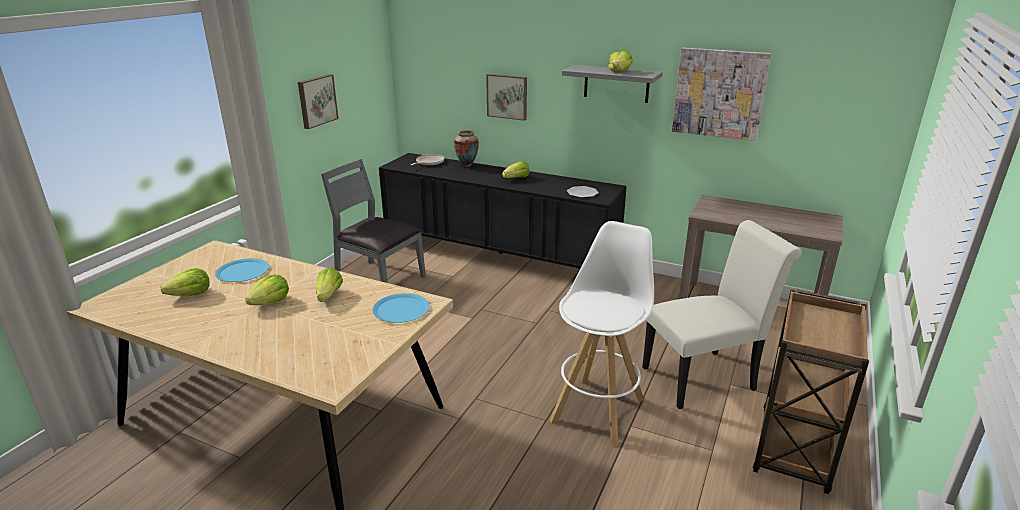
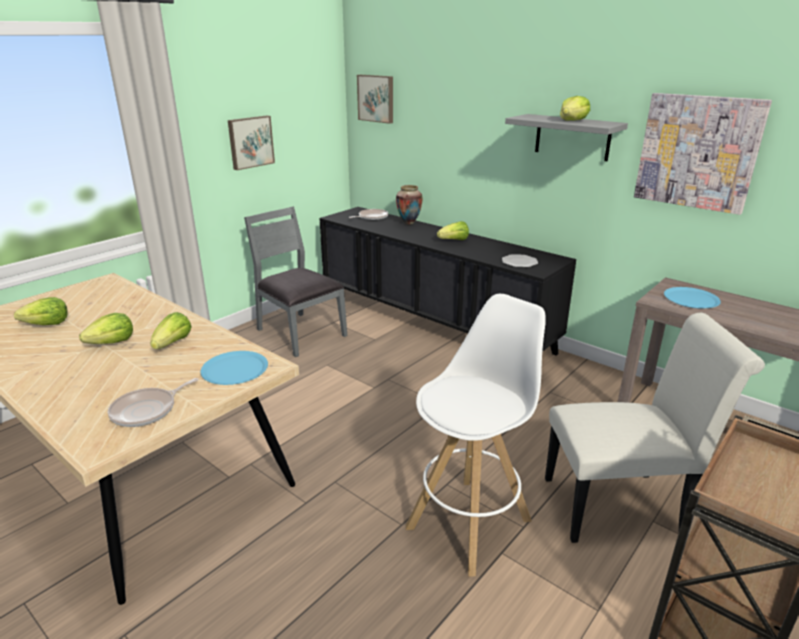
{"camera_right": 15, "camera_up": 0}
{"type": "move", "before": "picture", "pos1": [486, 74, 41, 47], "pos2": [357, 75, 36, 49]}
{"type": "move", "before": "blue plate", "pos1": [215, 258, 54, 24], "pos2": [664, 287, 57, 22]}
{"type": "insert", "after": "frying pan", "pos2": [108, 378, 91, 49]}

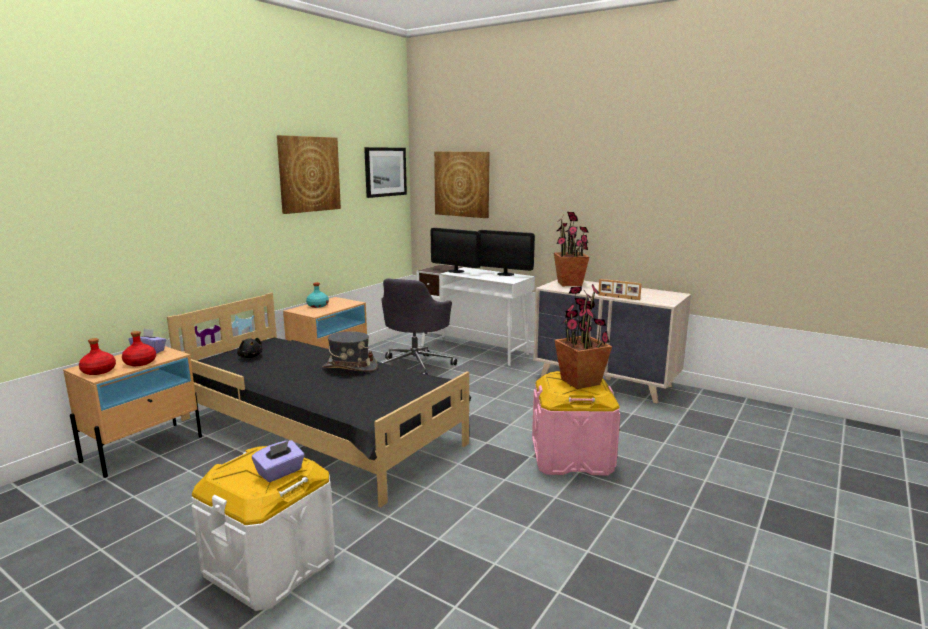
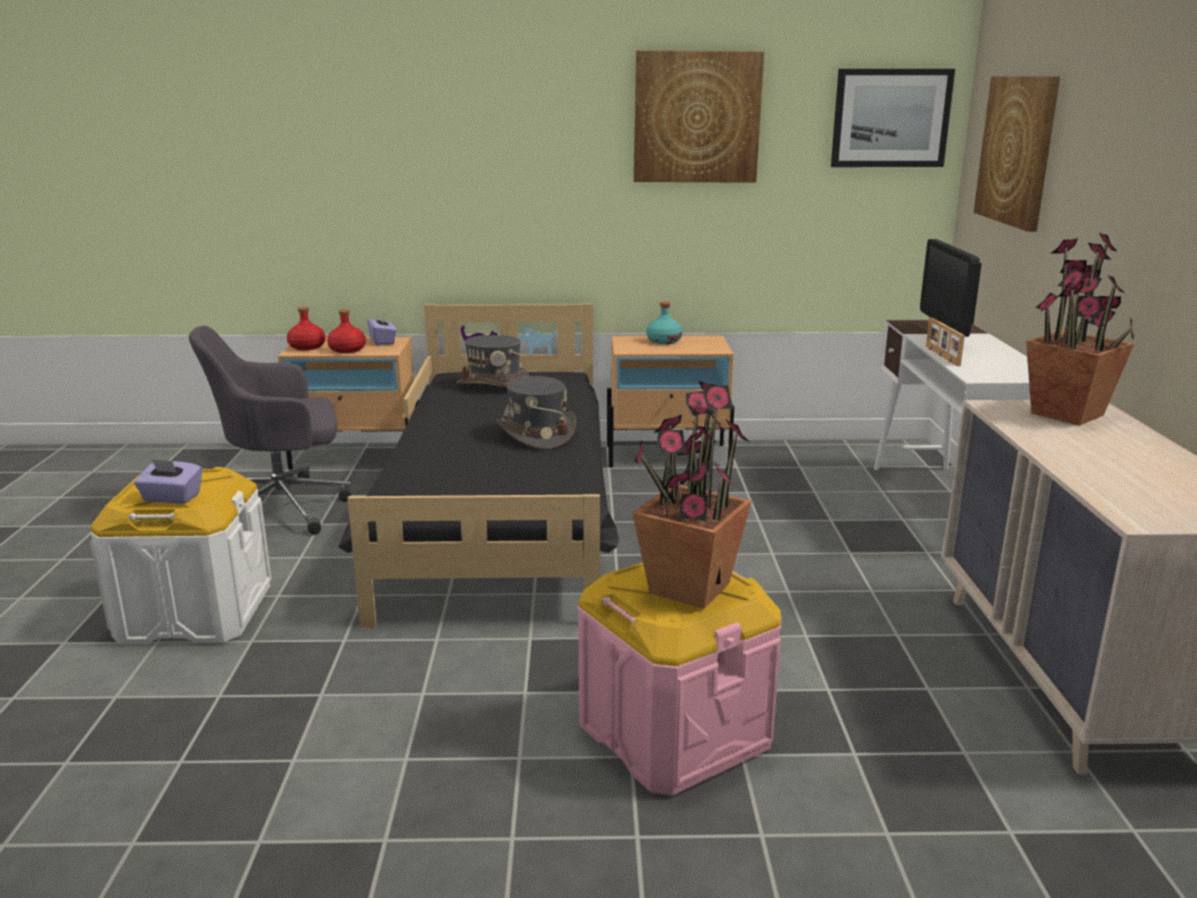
{"camera_right": 55, "camera_up": 5}
{"type": "delete", "before": "monitor", "pos1": [479, 230, 56, 46]}
{"type": "move", "before": "grey computer chair", "pos1": [381, 278, 76, 96], "pos2": [189, 326, 162, 209]}
{"type": "move", "before": "picture frame", "pos1": [598, 279, 44, 21], "pos2": [926, 317, 39, 49]}
{"type": "replace", "before": "black-coloured plush toy", "after": "grey hat", "pos1": [237, 338, 26, 20], "pos2": [457, 335, 73, 52]}

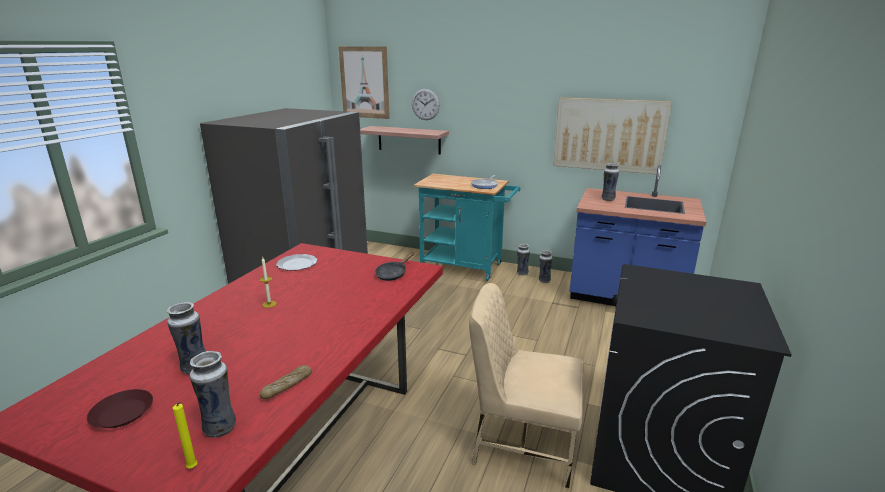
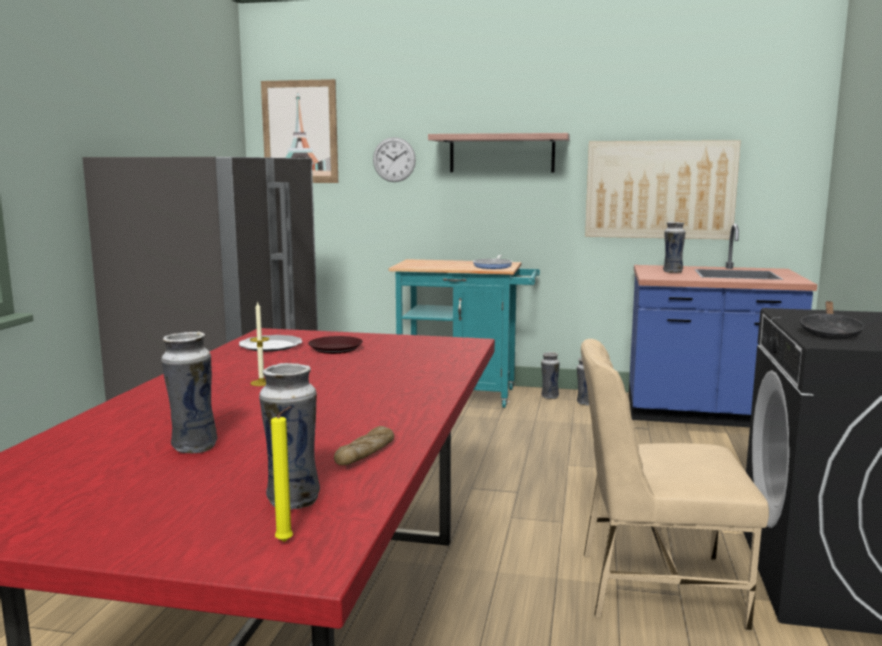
{"camera_right": -10, "camera_up": -10}
{"type": "move", "before": "bracket shelf", "pos1": [360, 126, 89, 29], "pos2": [428, 133, 142, 40]}
{"type": "move", "before": "black-coloured frying pan", "pos1": [375, 252, 39, 29], "pos2": [800, 301, 65, 38]}
{"type": "move", "before": "brownish plate", "pos1": [87, 389, 66, 39], "pos2": [308, 336, 55, 18]}

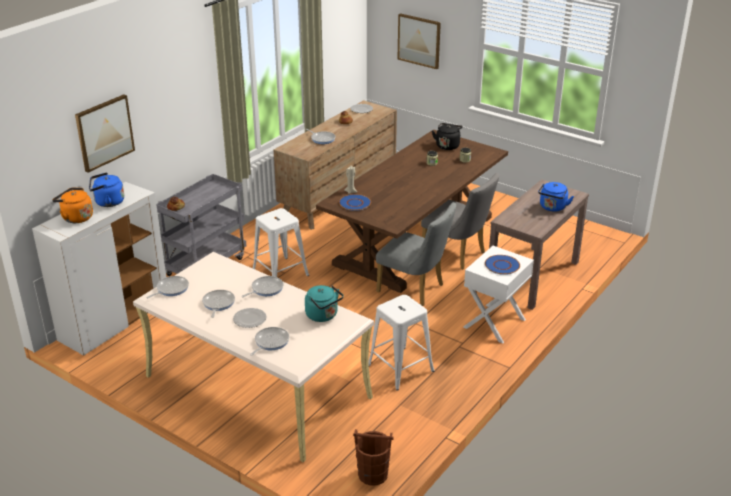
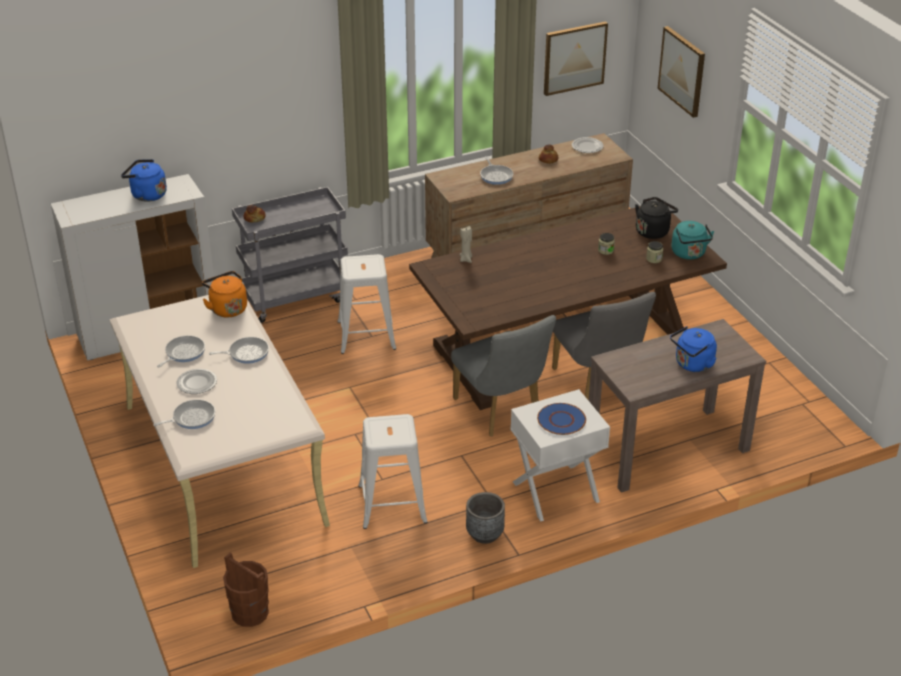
{"camera_right": 30, "camera_up": 5}
{"type": "move", "before": "picture", "pos1": [75, 94, 60, 79], "pos2": [544, 21, 64, 75]}
{"type": "move", "before": "orange tea kettle", "pos1": [52, 188, 41, 35], "pos2": [202, 271, 45, 47]}
{"type": "delete", "before": "blue plate", "pos1": [339, 194, 32, 17]}
{"type": "delete", "before": "frying pan", "pos1": [146, 276, 43, 23]}
{"type": "move", "before": "turquoise tea kettle", "pos1": [305, 285, 39, 37], "pos2": [671, 221, 43, 39]}
{"type": "insert", "after": "grey planter", "pos2": [466, 492, 39, 52]}

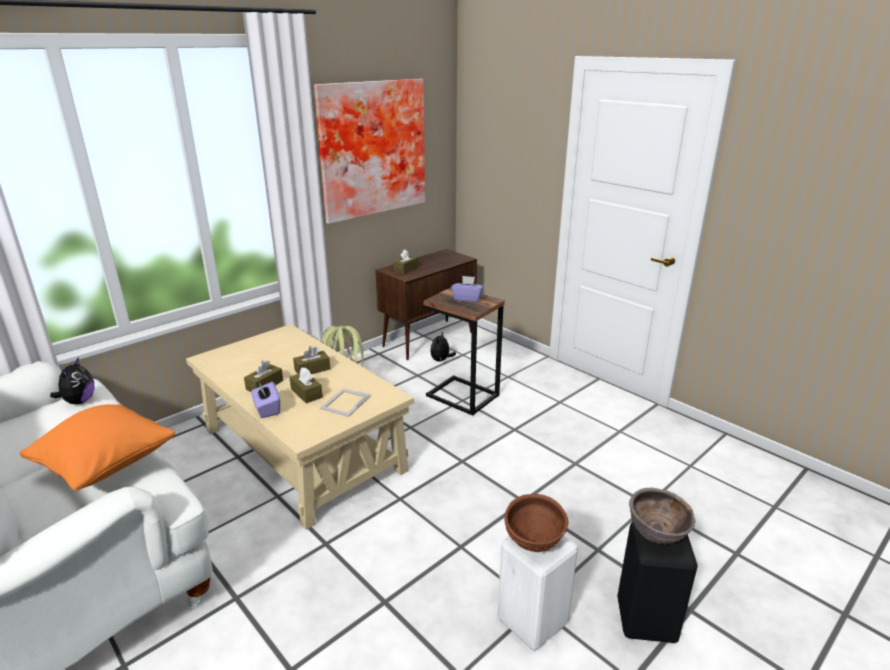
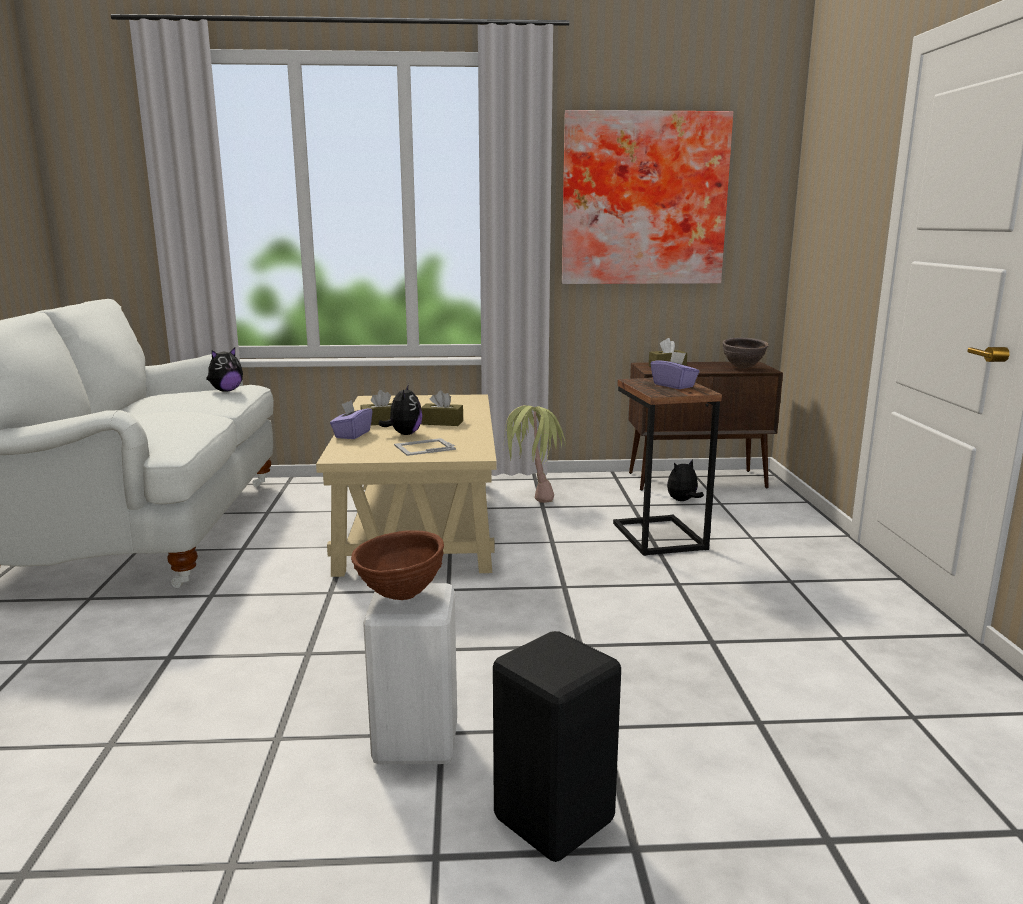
{"camera_right": 40, "camera_up": -10}
{"type": "replace", "before": "brownish box of tissues", "after": "plush toy", "pos1": [289, 368, 34, 35], "pos2": [378, 384, 44, 51]}
{"type": "delete", "before": "orange pillow", "pos1": [20, 404, 155, 87]}
{"type": "move", "before": "brownish bowl", "pos1": [629, 488, 66, 56], "pos2": [722, 338, 47, 31]}

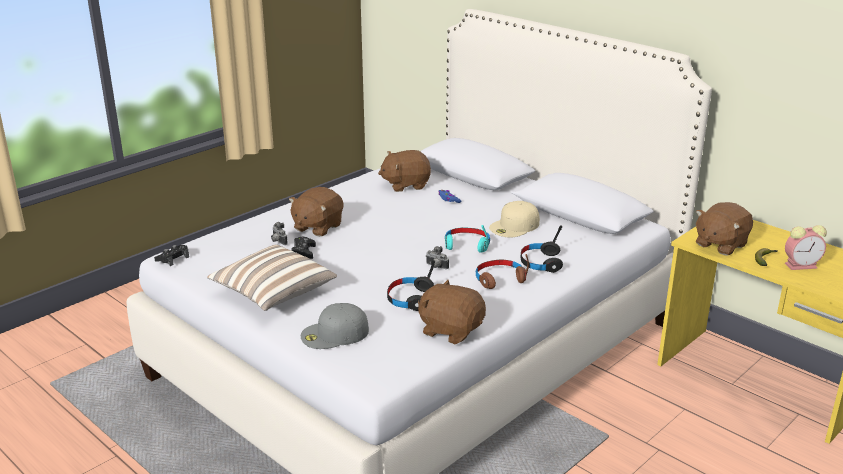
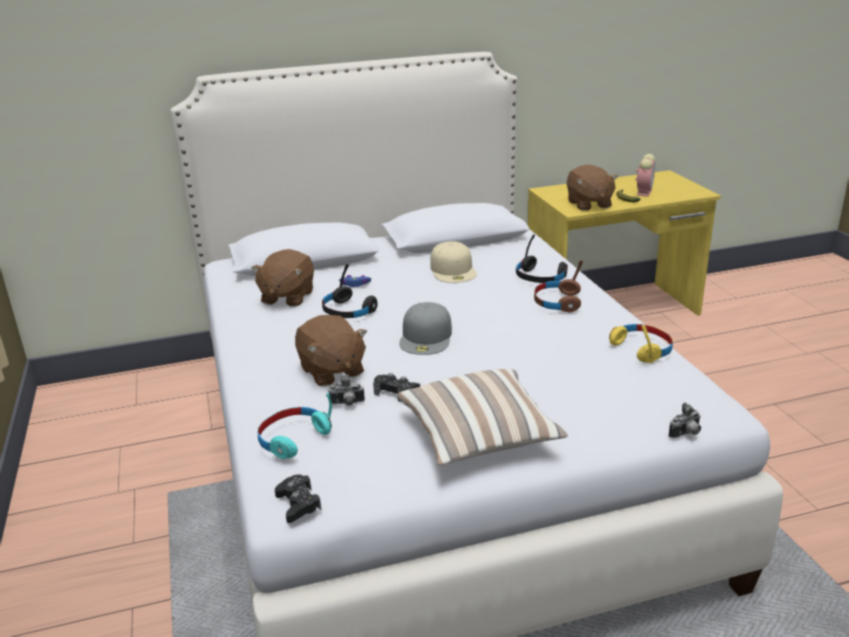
{"camera_right": -60, "camera_up": 0}
{"type": "move", "before": "turquoise headset", "pos1": [445, 225, 45, 28], "pos2": [258, 393, 74, 66]}
{"type": "move", "before": "still camera", "pos1": [426, 246, 23, 23], "pos2": [668, 402, 33, 36]}
{"type": "move", "before": "black-coloured headset", "pos1": [387, 260, 48, 51], "pos2": [322, 264, 56, 54]}
{"type": "replace", "before": "brownish plush toy", "after": "yellow-coloured headset", "pos1": [418, 280, 68, 64], "pos2": [609, 324, 64, 39]}
{"type": "move", "before": "grey baseball cap", "pos1": [301, 303, 68, 46], "pos2": [399, 302, 53, 53]}

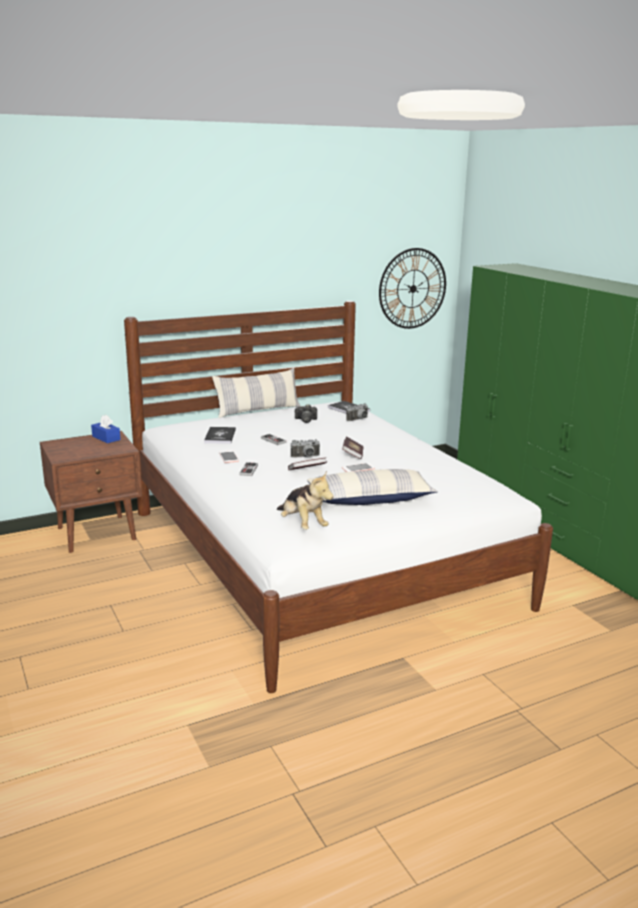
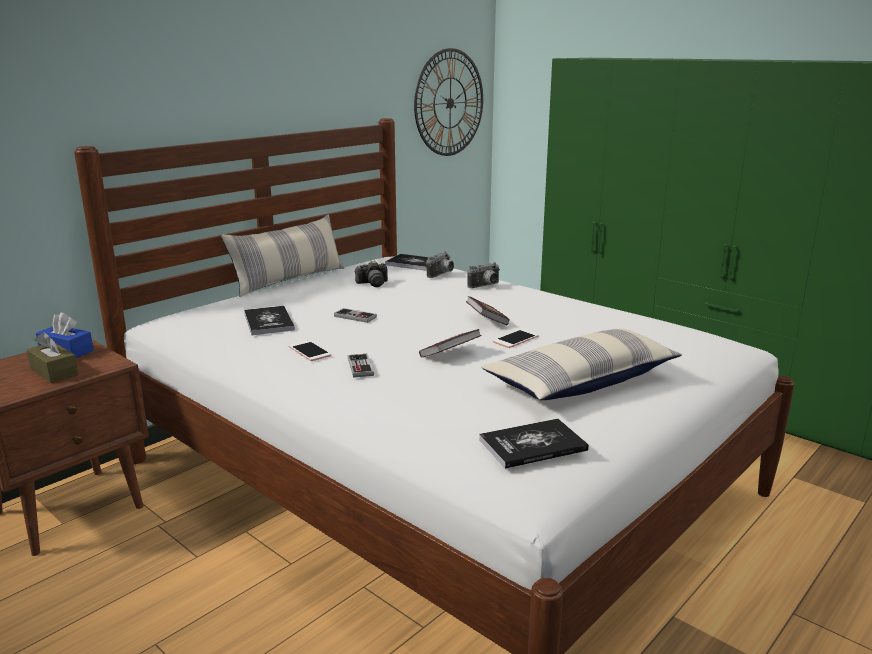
{"camera_right": -20, "camera_up": 0}
{"type": "move", "before": "still camera", "pos1": [291, 439, 29, 19], "pos2": [467, 262, 32, 26]}
{"type": "replace", "before": "plush toy", "after": "bound book", "pos1": [277, 471, 56, 59], "pos2": [479, 419, 110, 50]}
{"type": "insert", "after": "brownish box of tissues", "pos2": [26, 332, 53, 51]}

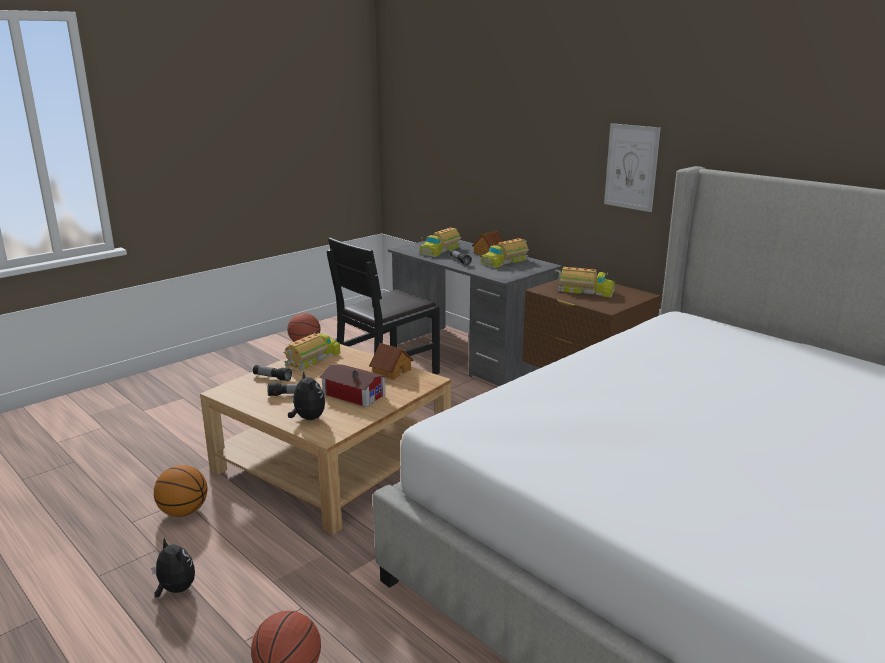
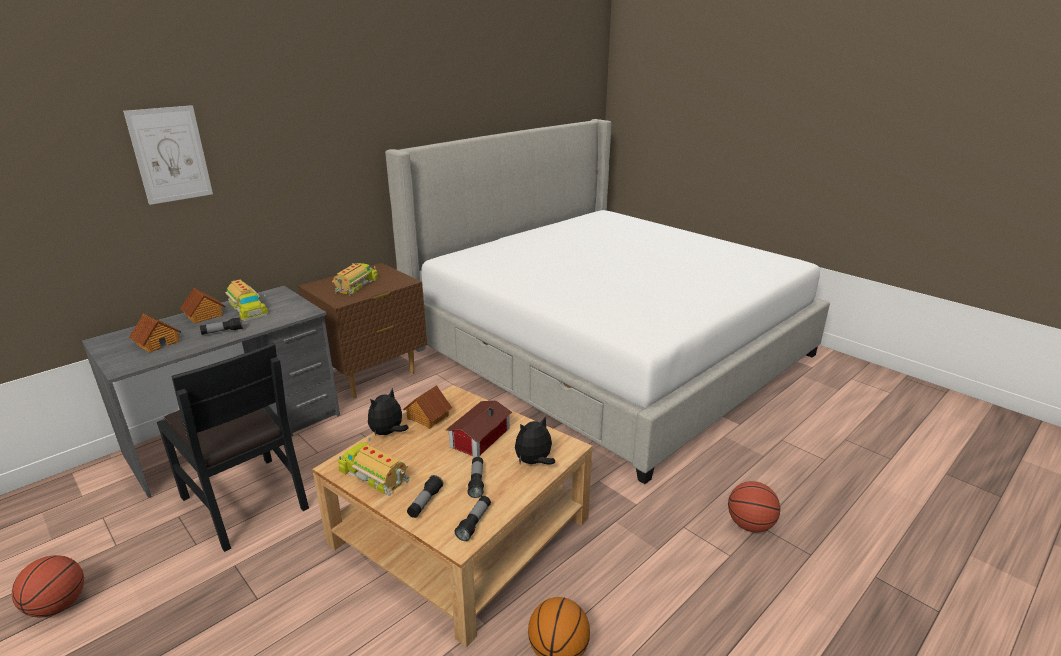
{"camera_right": -90, "camera_up": 5}
{"type": "move", "before": "picture", "pos1": [604, 123, 57, 89], "pos2": [123, 105, 90, 100]}
{"type": "replace", "before": "model truck", "after": "miniature house", "pos1": [420, 228, 41, 29], "pos2": [129, 314, 53, 39]}
{"type": "move", "before": "plush toy", "pos1": [151, 538, 44, 59], "pos2": [368, 388, 41, 47]}
{"type": "insert", "after": "flashlight", "pos2": [455, 496, 36, 45]}

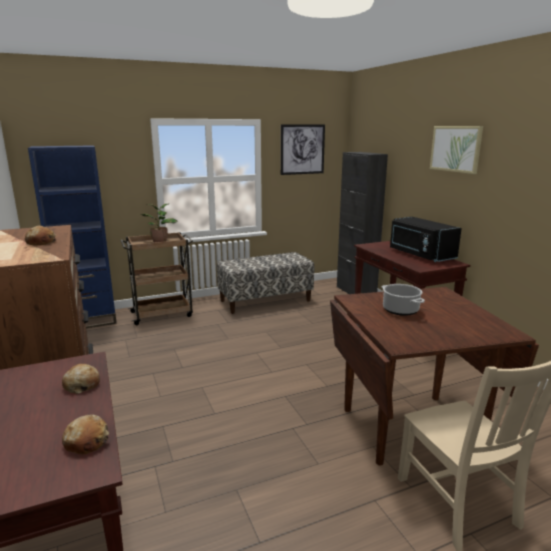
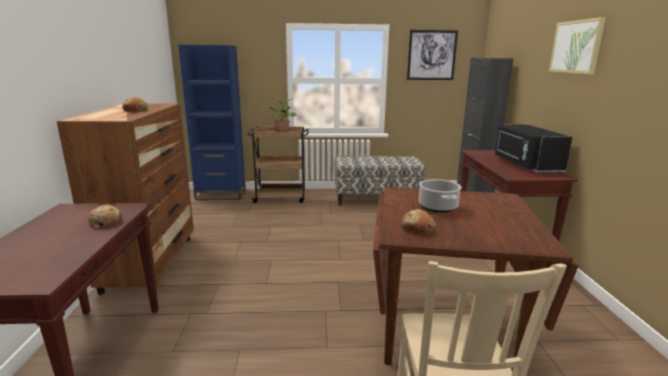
{"camera_right": 20, "camera_up": 0}
{"type": "move", "before": "bakery bread", "pos1": [62, 414, 47, 40], "pos2": [401, 209, 35, 26]}

